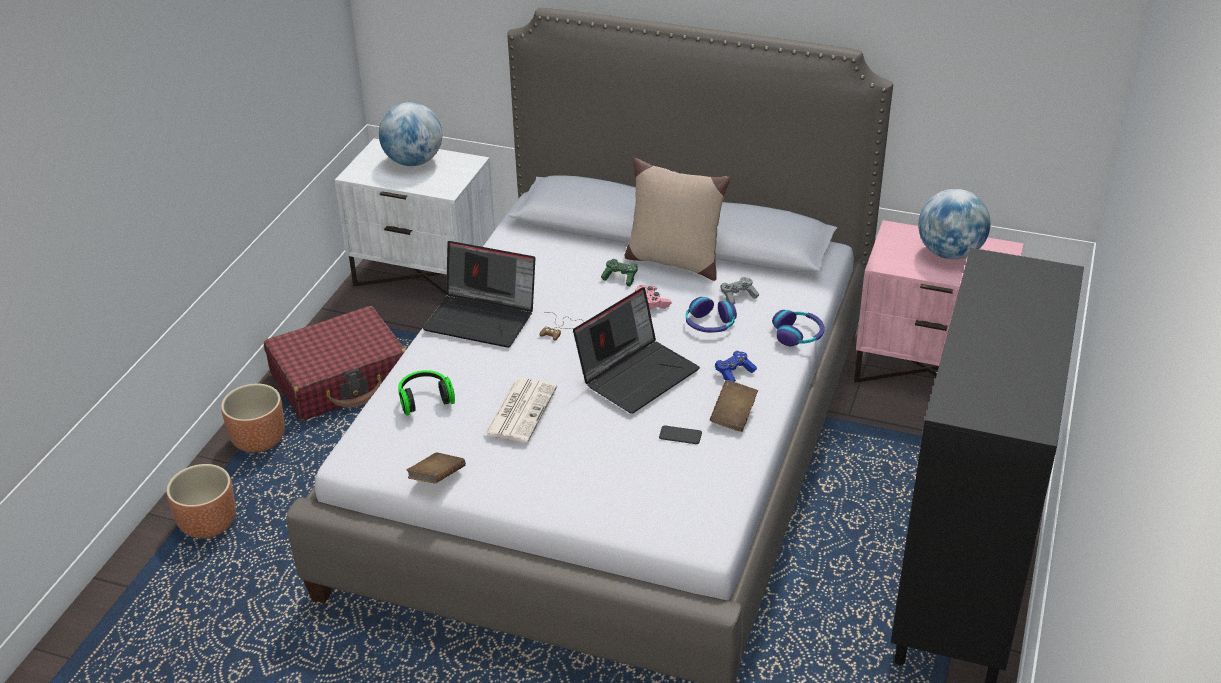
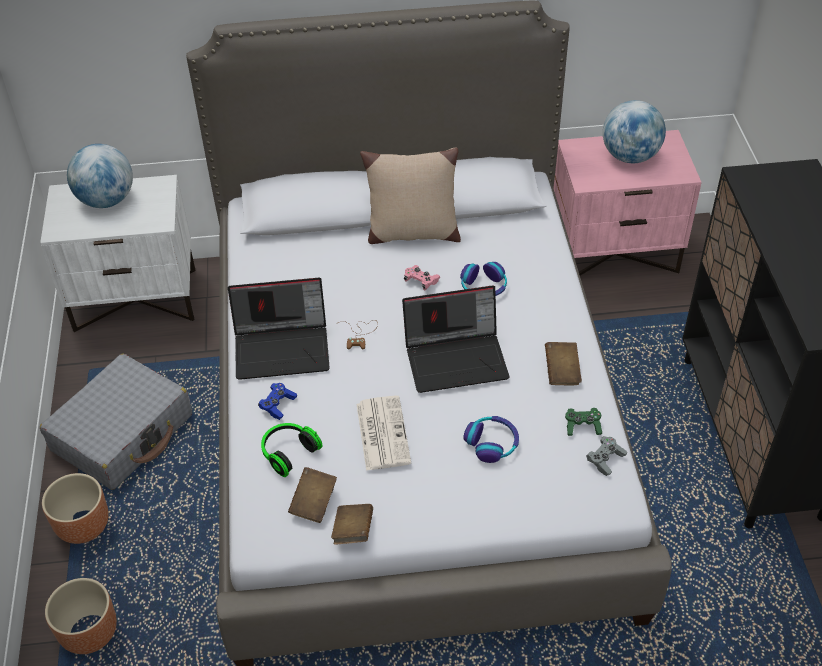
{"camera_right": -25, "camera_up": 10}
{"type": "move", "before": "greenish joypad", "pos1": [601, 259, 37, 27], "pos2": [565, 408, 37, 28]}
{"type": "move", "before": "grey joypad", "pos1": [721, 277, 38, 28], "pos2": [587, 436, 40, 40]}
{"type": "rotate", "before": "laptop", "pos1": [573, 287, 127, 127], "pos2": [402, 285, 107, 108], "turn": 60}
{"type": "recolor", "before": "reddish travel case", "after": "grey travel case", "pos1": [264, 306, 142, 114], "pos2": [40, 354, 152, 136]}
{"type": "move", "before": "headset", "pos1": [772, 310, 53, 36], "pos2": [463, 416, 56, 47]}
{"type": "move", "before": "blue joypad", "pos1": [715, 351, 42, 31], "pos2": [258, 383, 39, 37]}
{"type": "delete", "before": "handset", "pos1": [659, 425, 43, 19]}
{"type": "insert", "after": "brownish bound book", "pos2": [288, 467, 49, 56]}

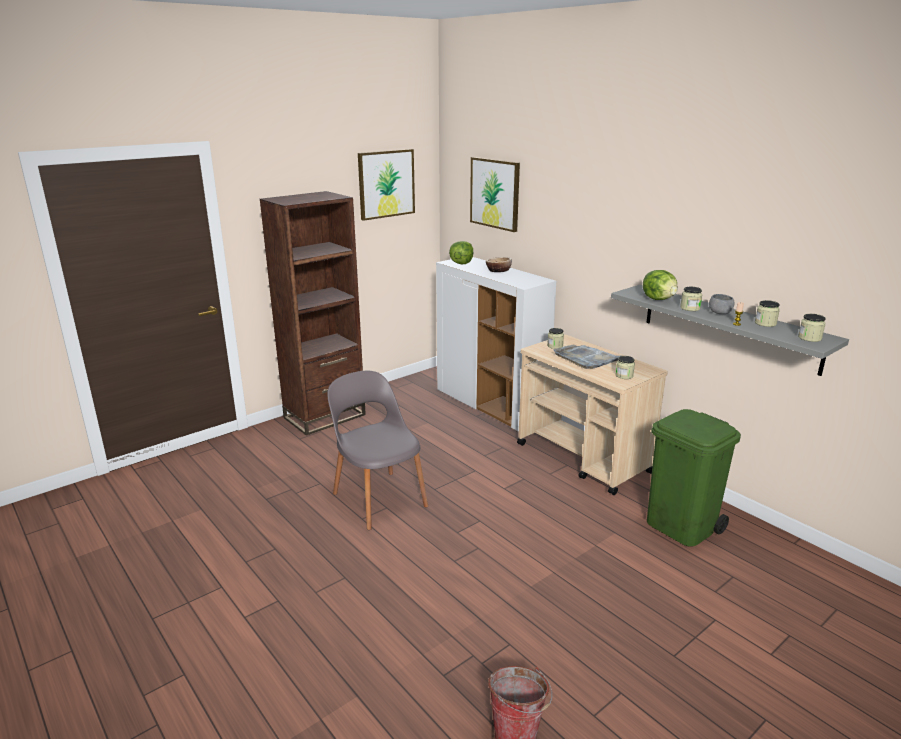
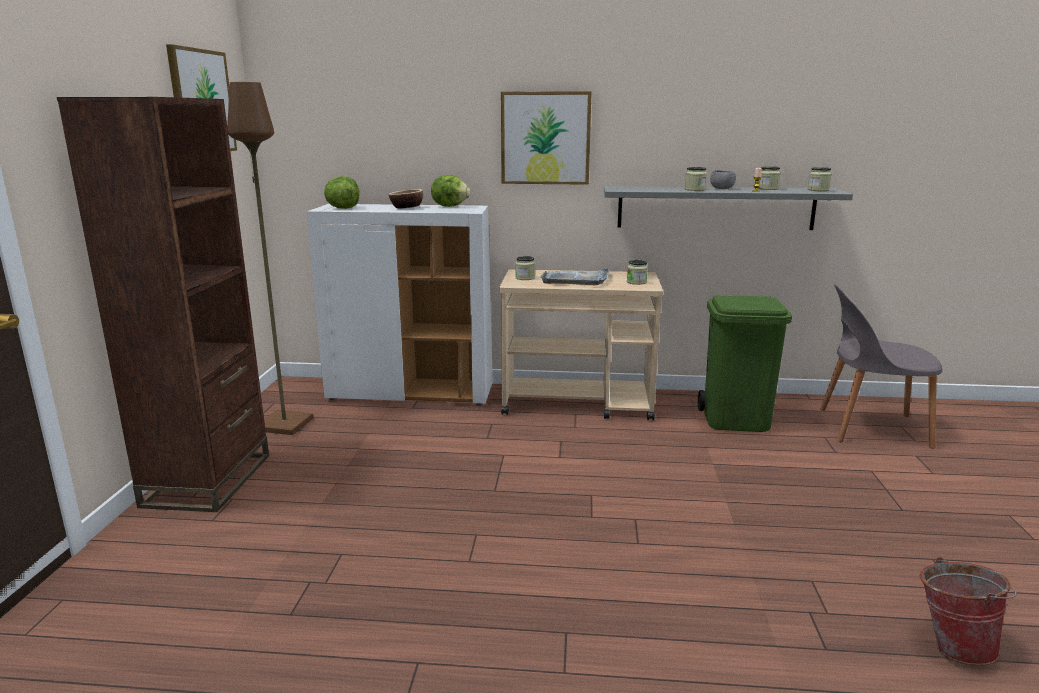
{"camera_right": -45, "camera_up": -5}
{"type": "move", "before": "picture", "pos1": [470, 157, 50, 75], "pos2": [501, 91, 91, 94]}
{"type": "move", "before": "head of lettuce", "pos1": [643, 270, 35, 30], "pos2": [431, 175, 40, 32]}
{"type": "move", "before": "grey chair", "pos1": [327, 371, 101, 159], "pos2": [820, 284, 123, 165]}
{"type": "insert", "after": "brownish standing lamp", "pos2": [227, 82, 86, 353]}

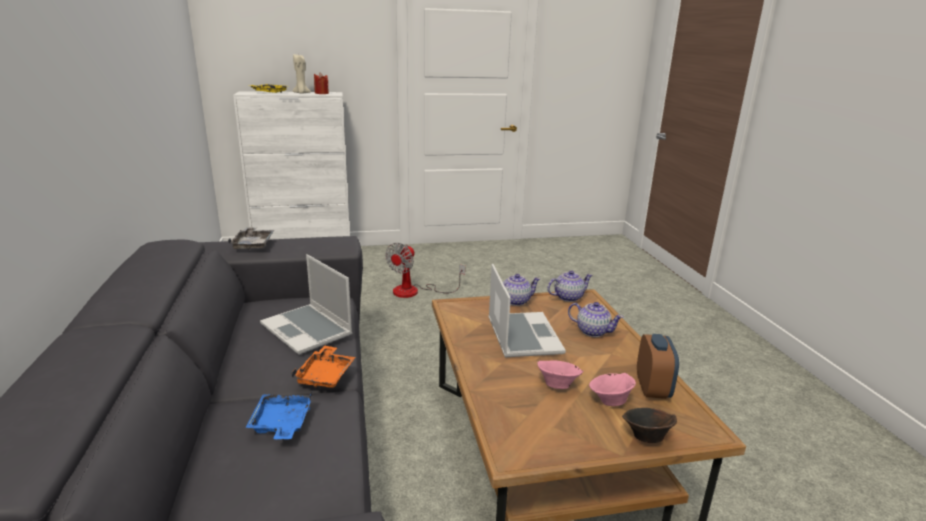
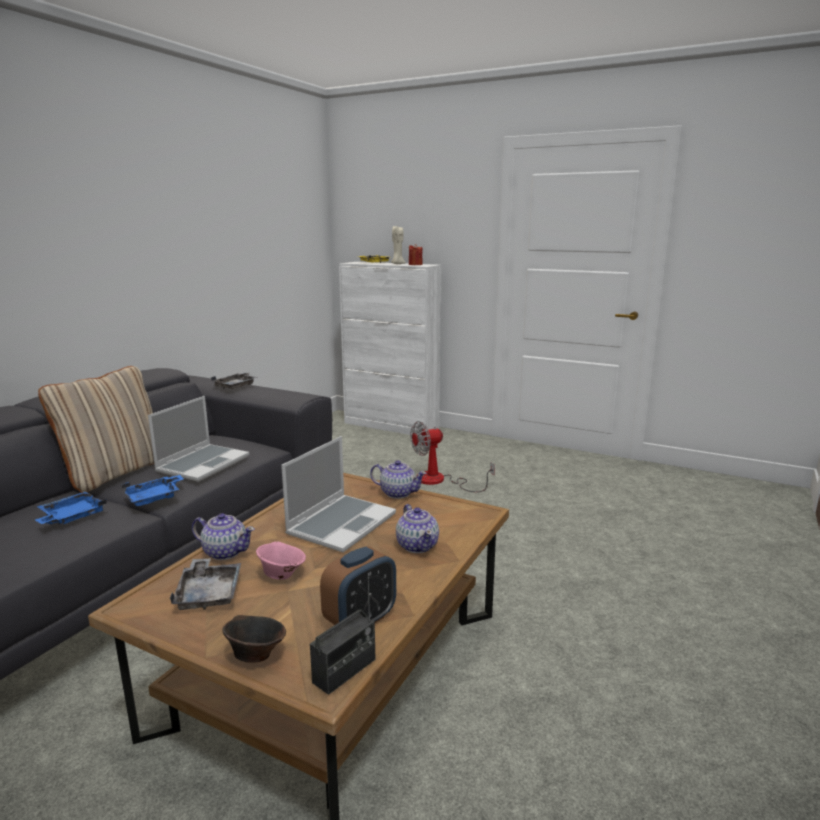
{"camera_right": 40, "camera_up": -5}
{"type": "rotate", "before": "laptop", "pos1": [260, 254, 92, 101], "pos2": [148, 396, 101, 86], "turn": -150}
{"type": "move", "before": "teapot", "pos1": [547, 270, 45, 32], "pos2": [192, 513, 63, 47]}
{"type": "recolor", "before": "orange tray", "after": "blue tray", "pos1": [291, 346, 64, 42], "pos2": [122, 475, 61, 31]}
{"type": "delete", "before": "pinkish bowl", "pos1": [589, 373, 47, 33]}
{"type": "insert", "after": "sand-coloured pillow", "pos2": [38, 366, 116, 127]}
{"type": "insert", "after": "grey tray", "pos2": [170, 558, 71, 52]}
{"type": "insert", "after": "radio", "pos2": [310, 577, 65, 118]}

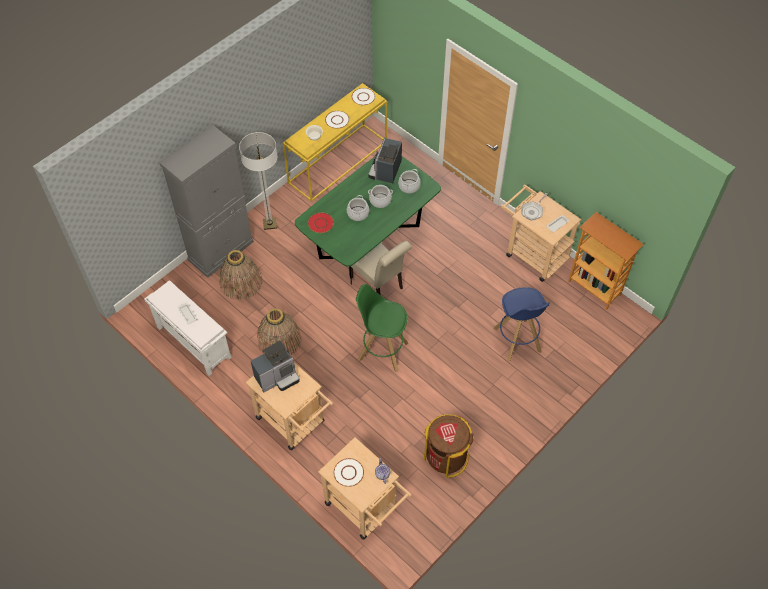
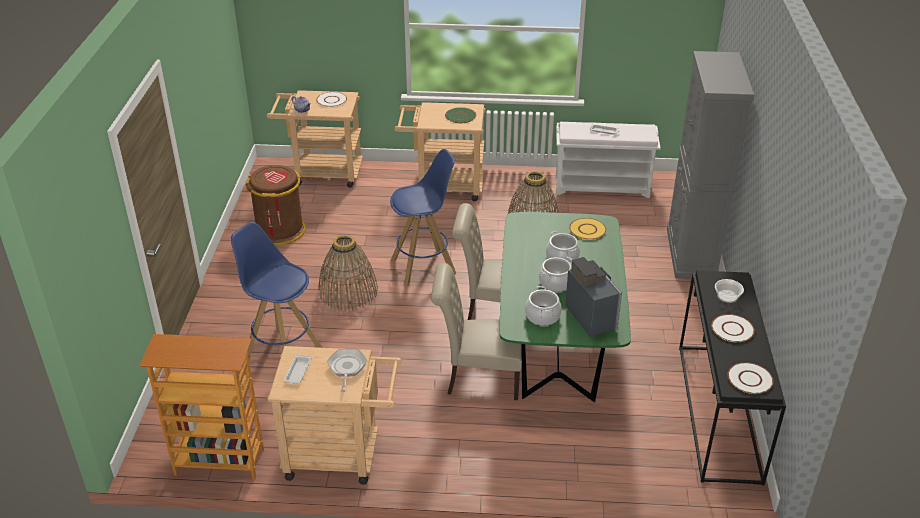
{"camera_right": 140, "camera_up": -20}
{"type": "recolor", "before": "yellow-coloured narrow table", "after": "black-coloured narrow table", "pos1": [283, 83, 104, 119], "pos2": [679, 271, 107, 215]}
{"type": "delete", "before": "standing lamp", "pos1": [239, 132, 39, 98]}
{"type": "recolor", "before": "reddish plate", "after": "yellow-coloured plate", "pos1": [308, 213, 26, 20], "pos2": [569, 218, 37, 22]}
{"type": "move", "before": "household basket", "pos1": [219, 250, 43, 50], "pos2": [319, 235, 59, 75]}
{"type": "recolor", "before": "greenish sitting stool", "after": "blue sitting stool", "pos1": [356, 284, 53, 88], "pos2": [390, 149, 66, 137]}
{"type": "replace", "before": "coffee maker", "after": "greenish plate", "pos1": [251, 341, 49, 51], "pos2": [445, 107, 31, 16]}
{"type": "insert", "after": "sand-coloured chair", "pos2": [431, 263, 91, 137]}

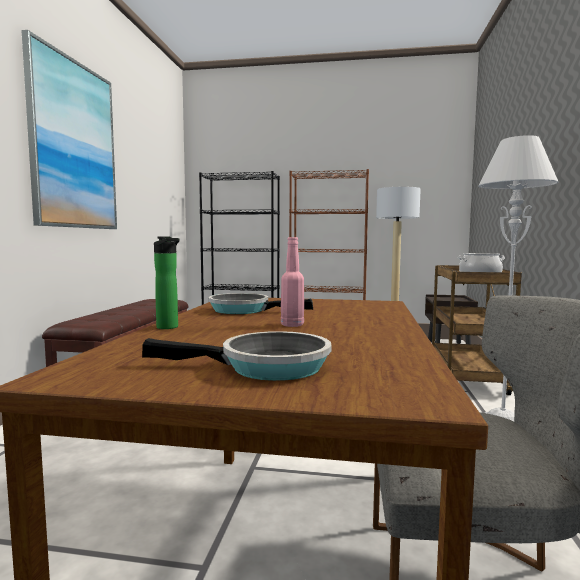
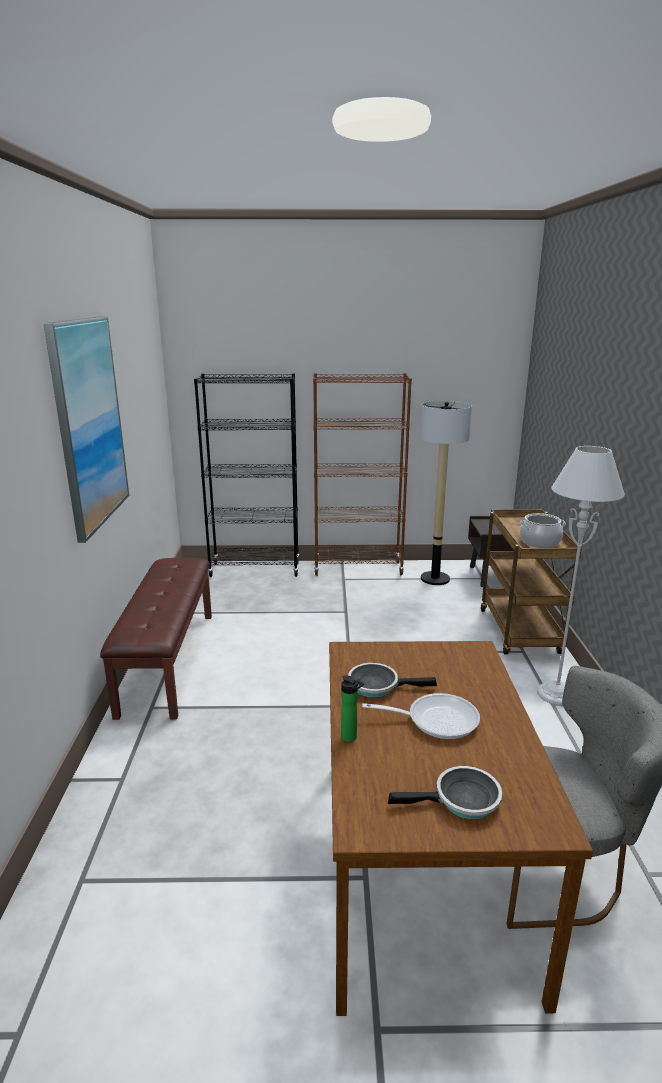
{"camera_right": -10, "camera_up": 15}
{"type": "replace", "before": "pinkish drink bottle", "after": "frying pan", "pos1": [281, 237, 23, 90], "pos2": [362, 693, 118, 47]}

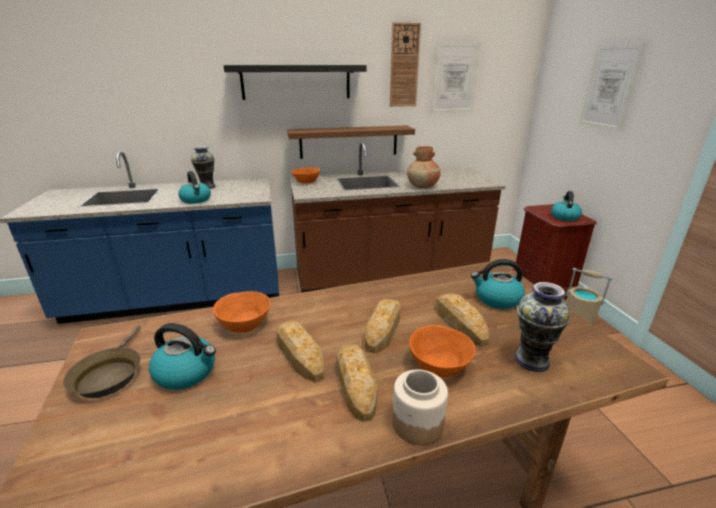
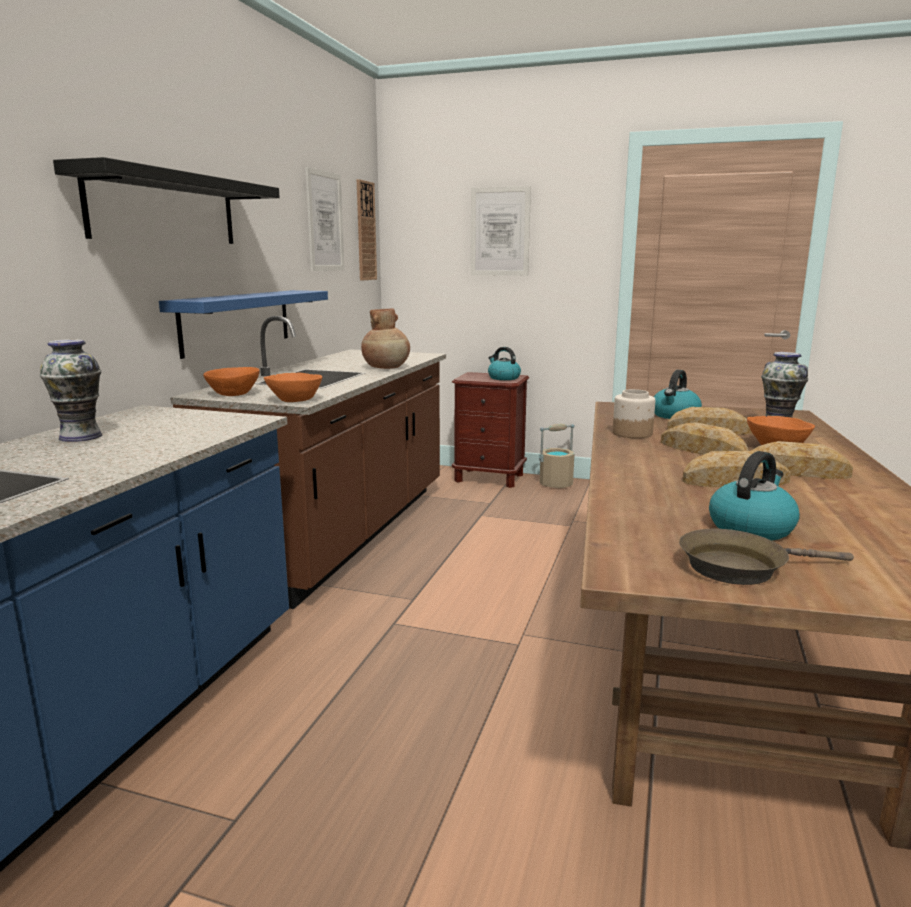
{"camera_right": -60, "camera_up": -10}
{"type": "move", "before": "clock on the wall", "pos1": [390, 22, 31, 85], "pos2": [357, 179, 20, 102]}
{"type": "recolor", "before": "brownish bracket shelf", "after": "blue bracket shelf", "pos1": [287, 125, 128, 34], "pos2": [159, 290, 169, 69]}
{"type": "delete", "before": "tea kettle", "pos1": [178, 171, 33, 33]}
{"type": "move", "before": "orange bowl", "pos1": [213, 291, 57, 42], "pos2": [264, 373, 58, 29]}
{"type": "rotate", "before": "brownish frying pan", "pos1": [63, 325, 78, 73], "pos2": [679, 529, 175, 56], "turn": 150}
{"type": "move", "before": "storage jar", "pos1": [392, 369, 56, 77], "pos2": [613, 389, 42, 49]}

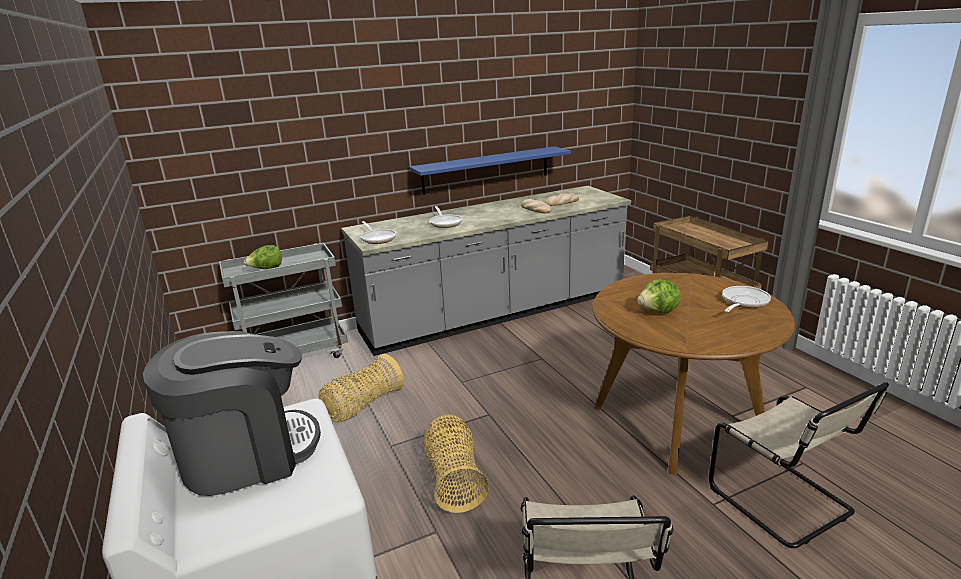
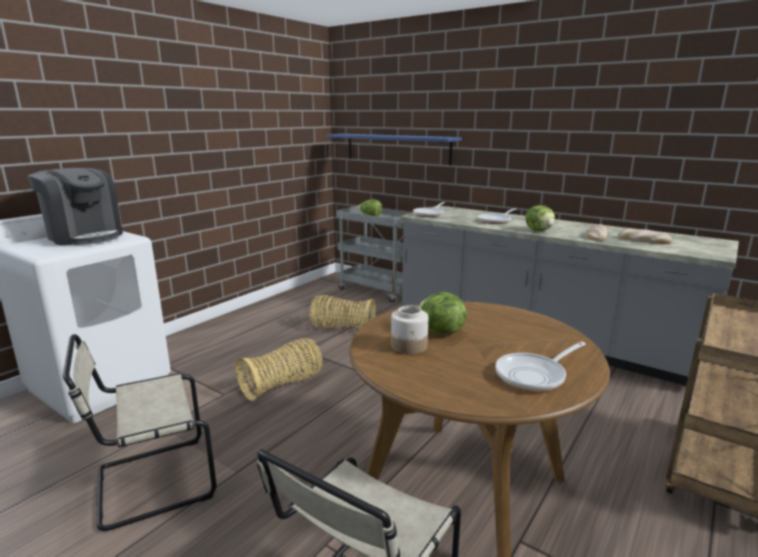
{"camera_right": 60, "camera_up": -5}
{"type": "move", "before": "blue bracket shelf", "pos1": [409, 146, 162, 49], "pos2": [326, 134, 136, 31]}
{"type": "rotate", "before": "frying pan", "pos1": [722, 286, 49, 26], "pos2": [495, 342, 91, 49], "turn": 135}
{"type": "insert", "after": "head of lettuce", "pos2": [526, 205, 29, 26]}
{"type": "insert", "after": "storage jar", "pos2": [391, 305, 37, 50]}

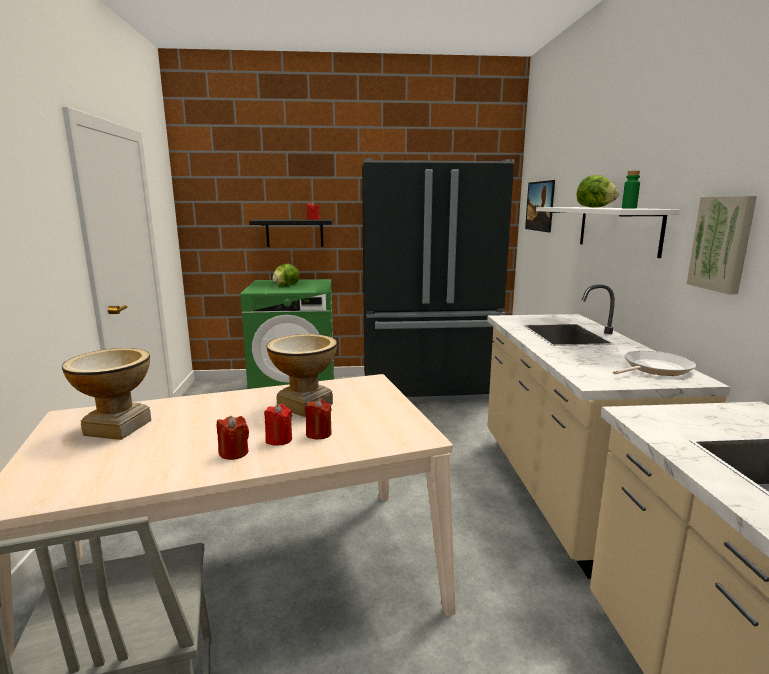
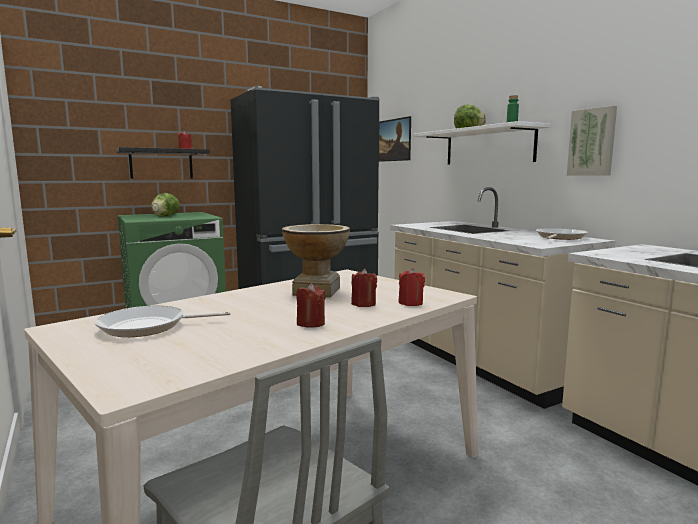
{"camera_right": -25, "camera_up": -5}
{"type": "replace", "before": "flower vase", "after": "frying pan", "pos1": [62, 348, 89, 92], "pos2": [95, 306, 135, 31]}
{"type": "move", "before": "reddish candle", "pos1": [264, 404, 28, 42], "pos2": [398, 268, 27, 38]}

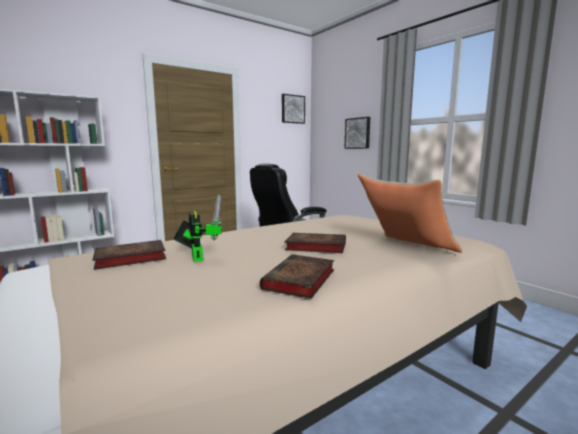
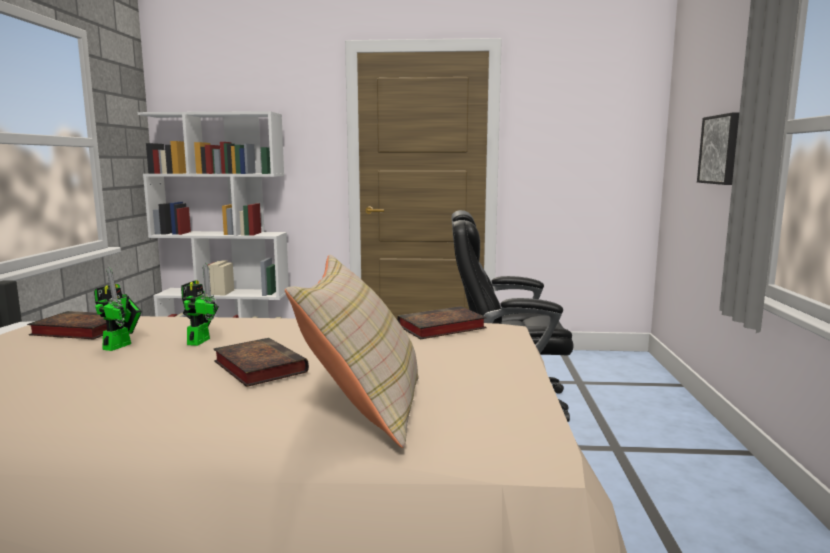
{"camera_right": 40, "camera_up": 0}
{"type": "delete", "before": "picture", "pos1": [282, 94, 23, 30]}
{"type": "move", "before": "bound book", "pos1": [260, 254, 74, 45], "pos2": [397, 306, 90, 34]}
{"type": "insert", "after": "robot figure", "pos2": [181, 263, 38, 83]}

